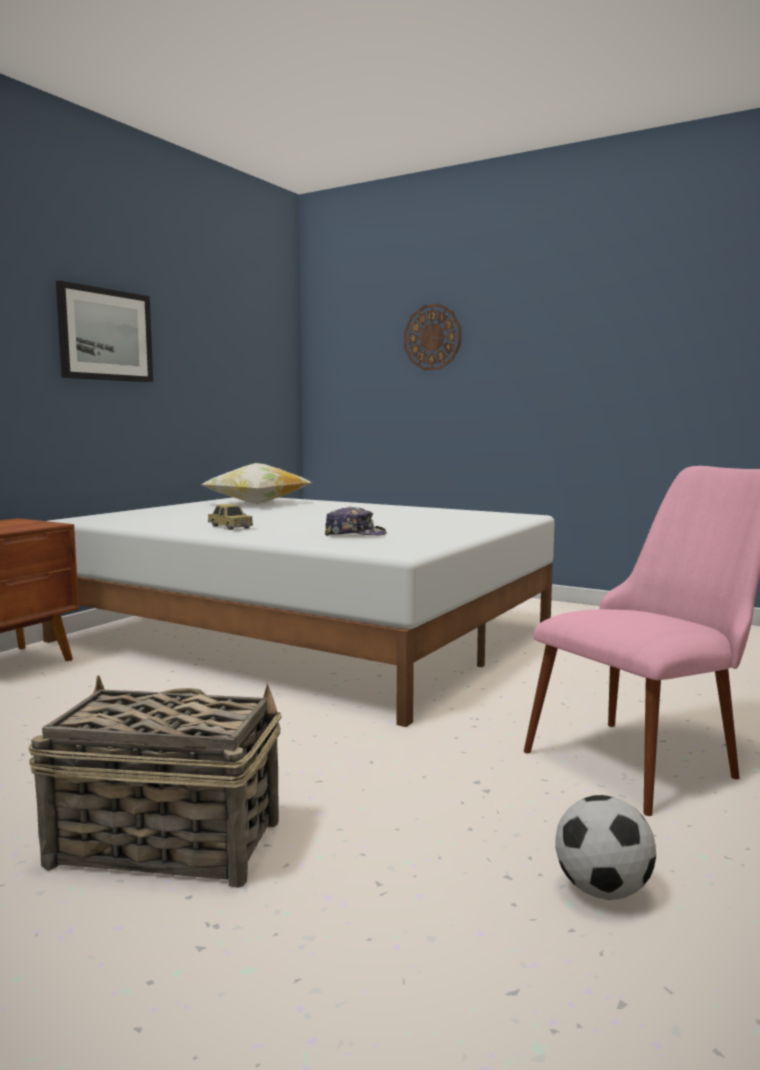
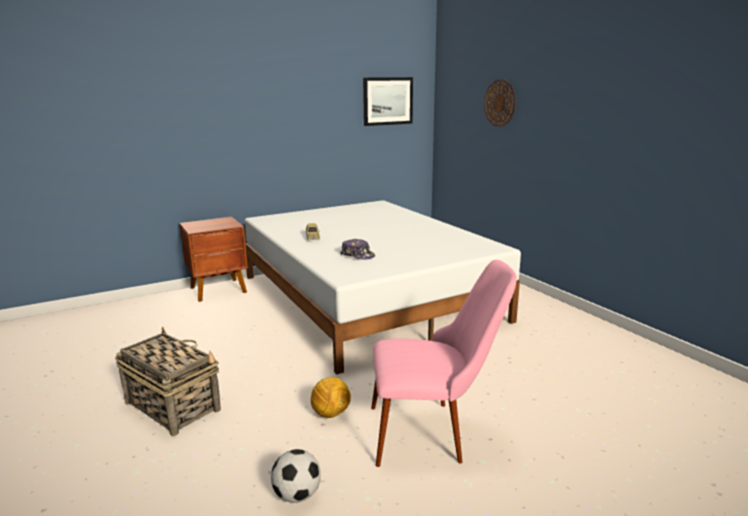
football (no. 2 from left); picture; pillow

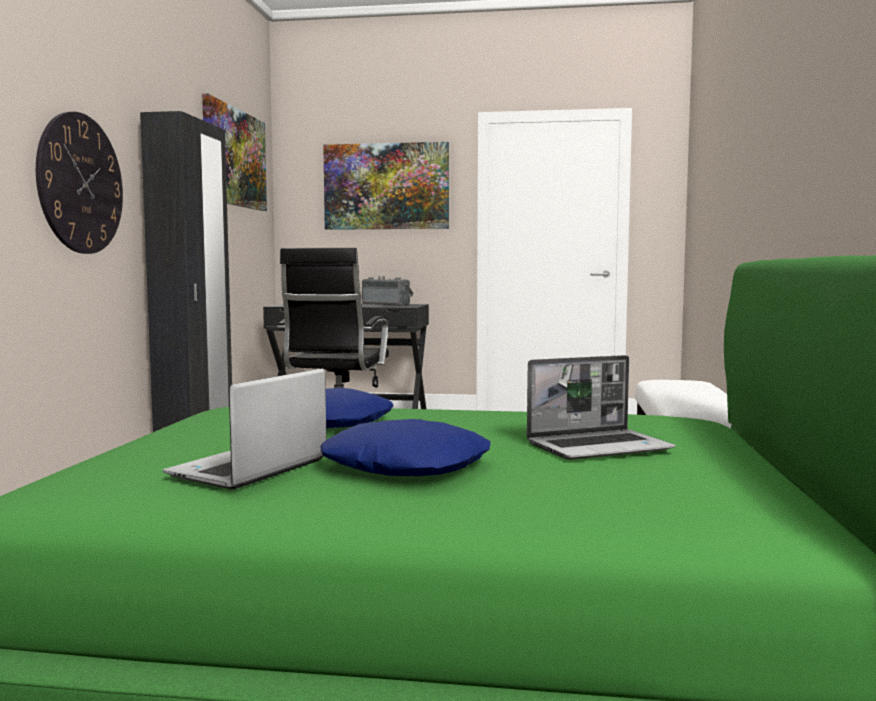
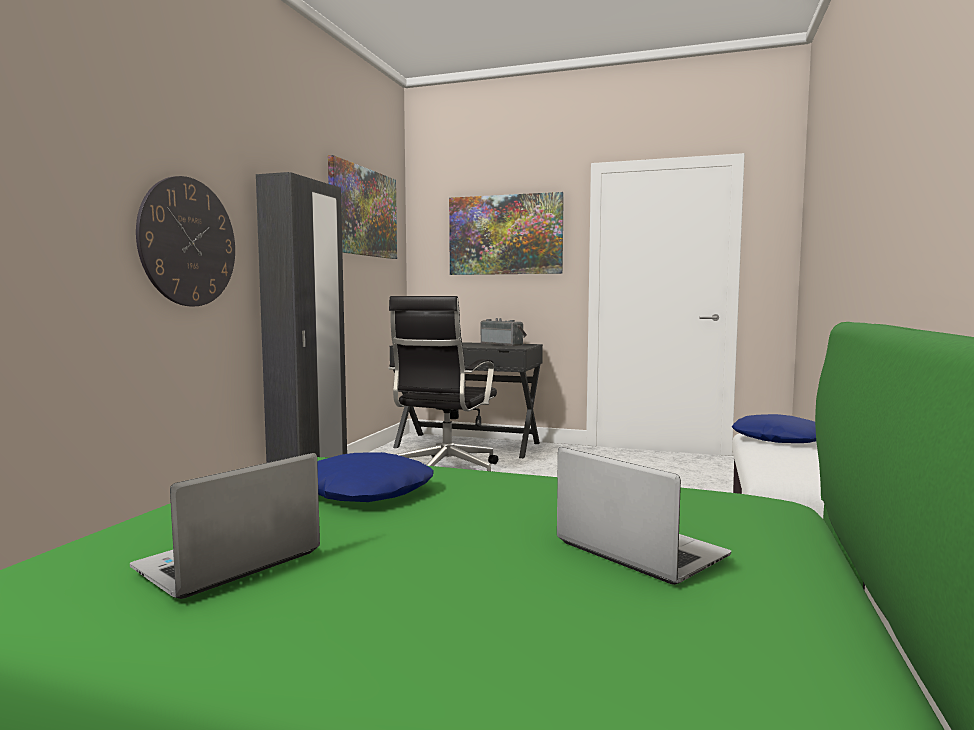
laptop (no. 2 from left); blue_pillow (no. 2 from left)

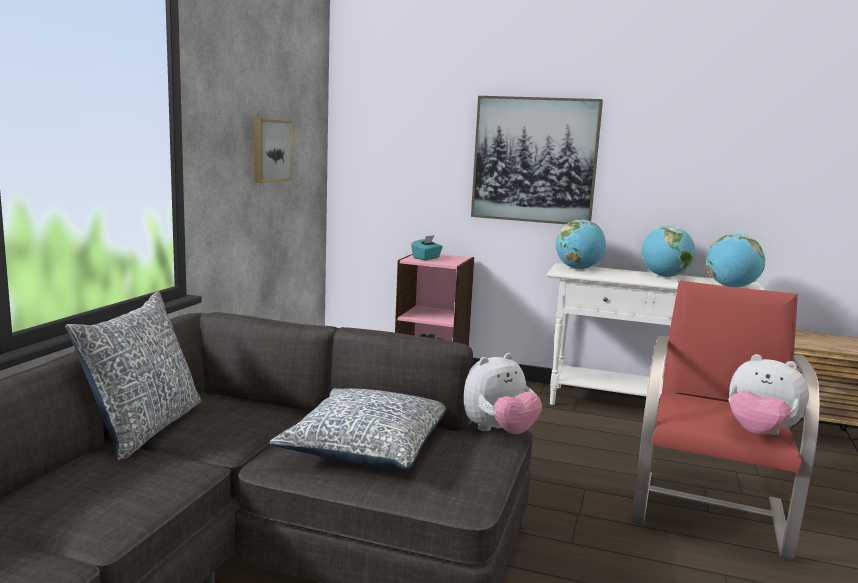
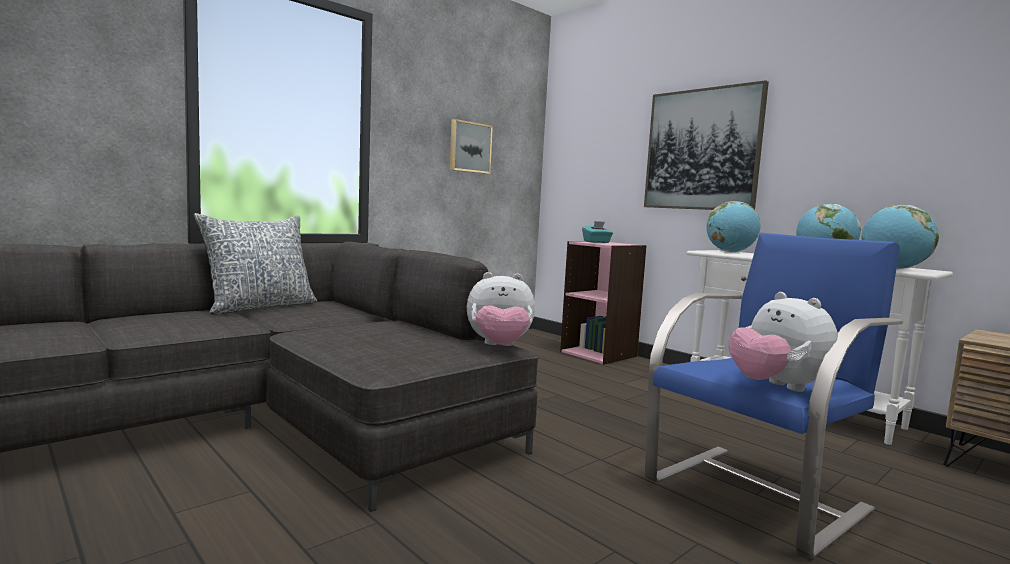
blue_armchair; pillow (no. 2 from left in the first image)

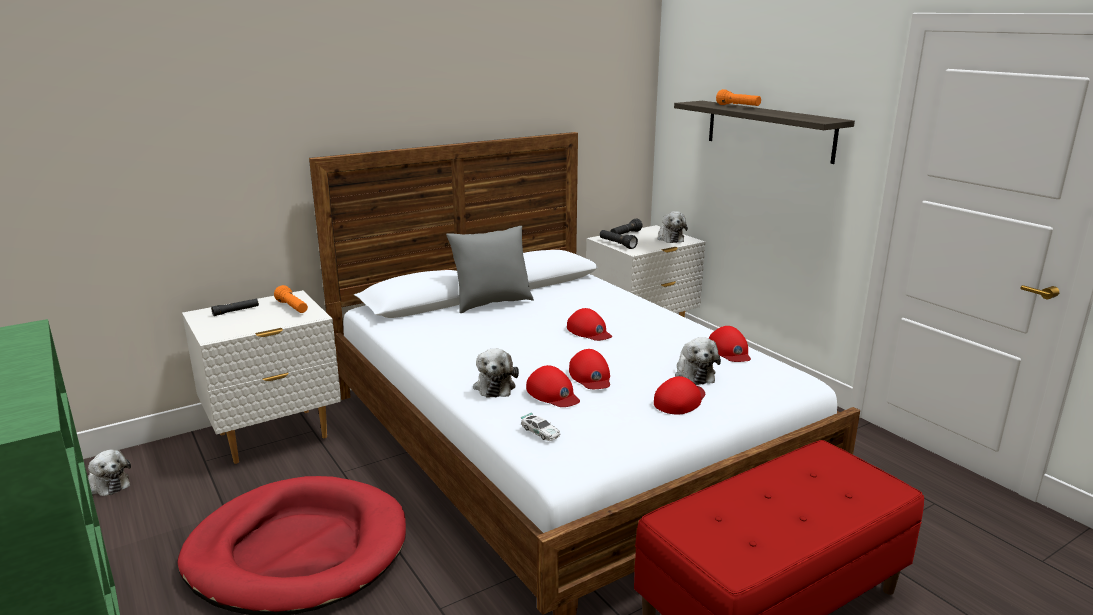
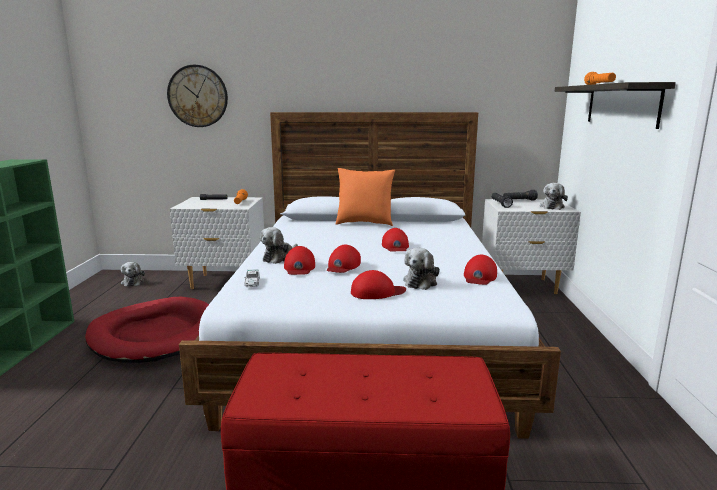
wall_clock; orange_pillow

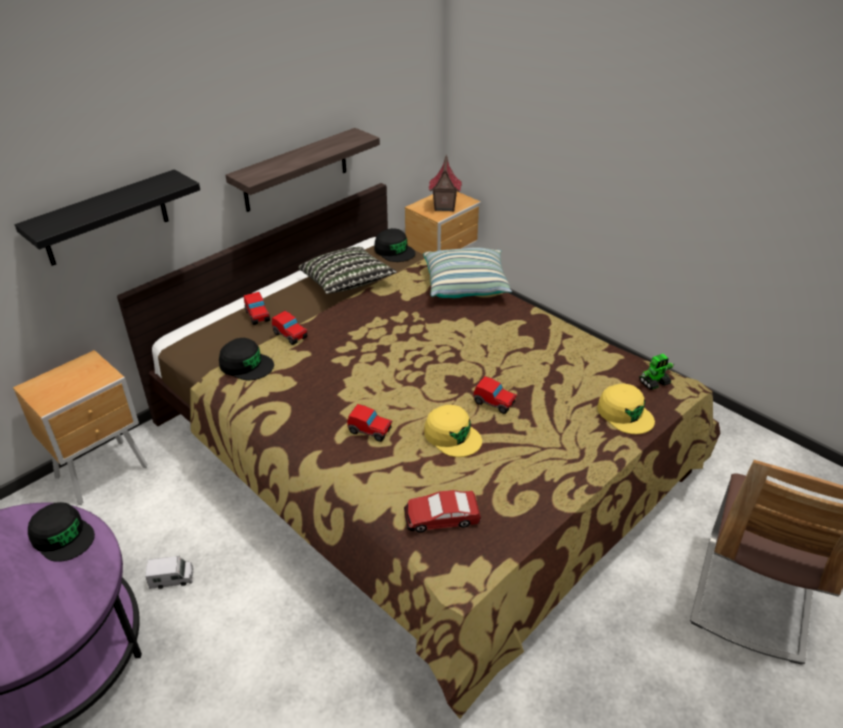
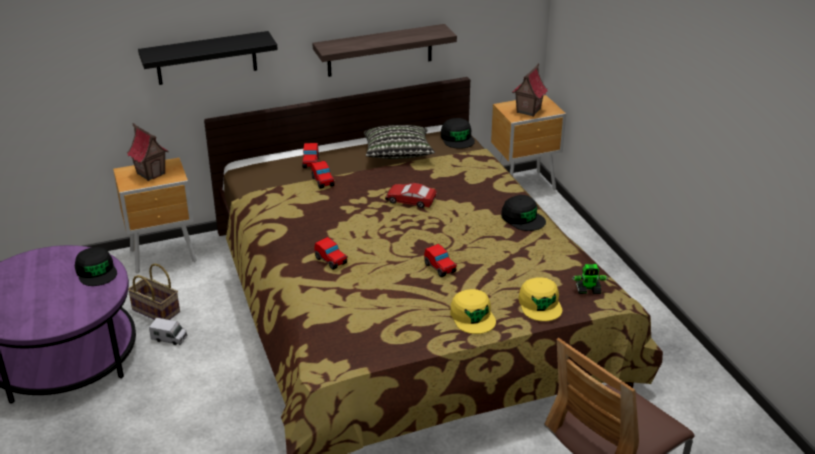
toy_house (no. 1 from left); basket; toy_car (no. 4 from left); yellow_cap (no. 1 from left); black_cap (no. 3 from left); pillow (no. 2 from left in the first image)

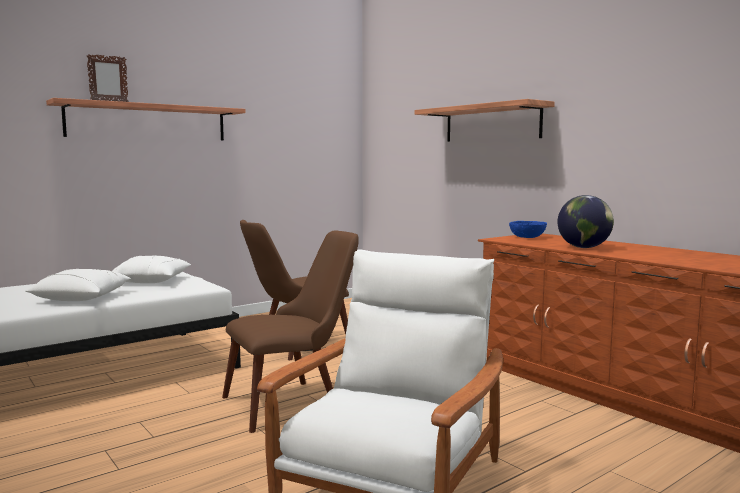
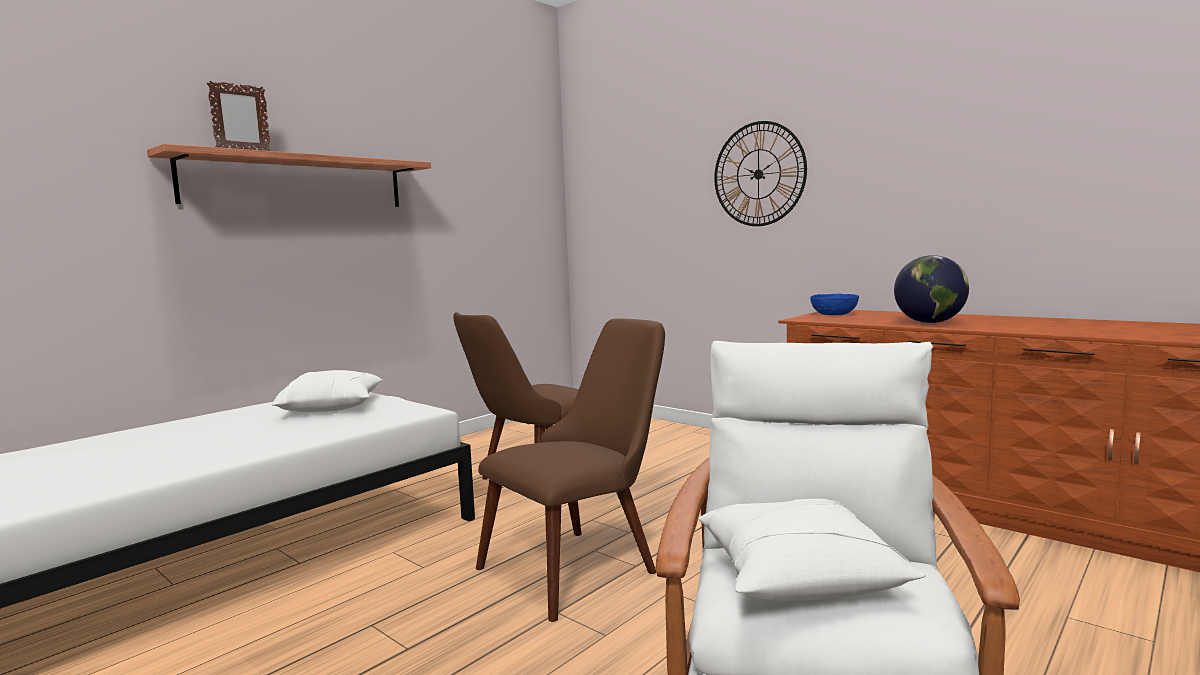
white_pillow (no. 2 from left); wall_clock

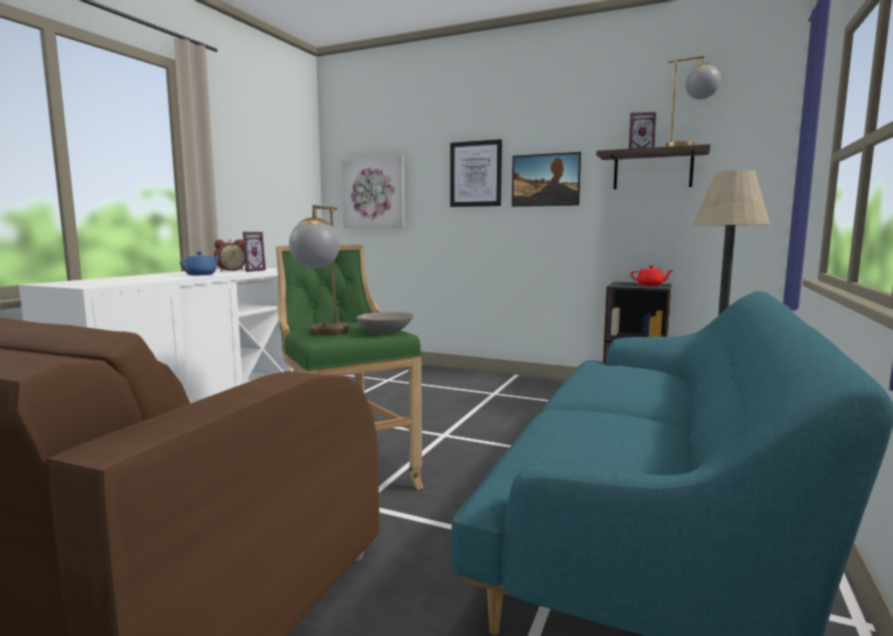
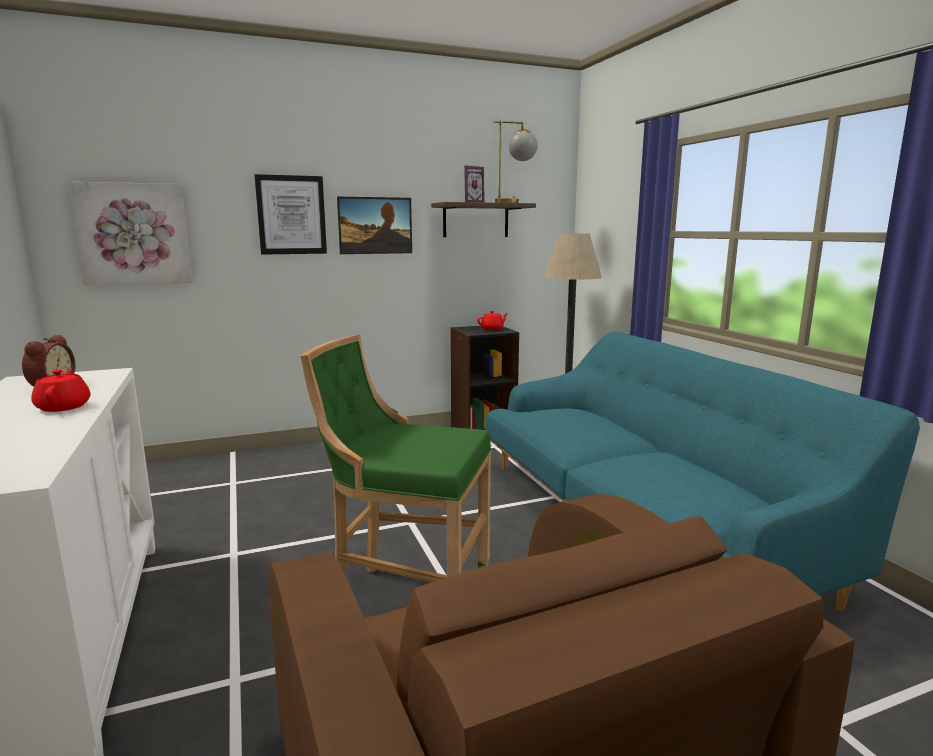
red_teapot (no. 1 from left); picture_frame (no. 1 from left in the first image); table_lamp (no. 1 from left in the first image); grey_bowl

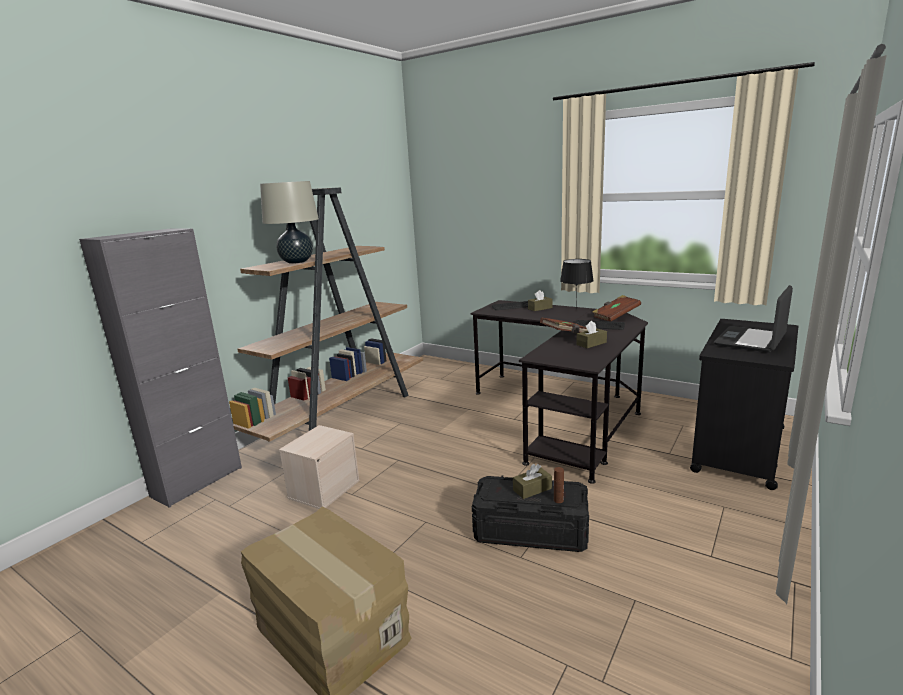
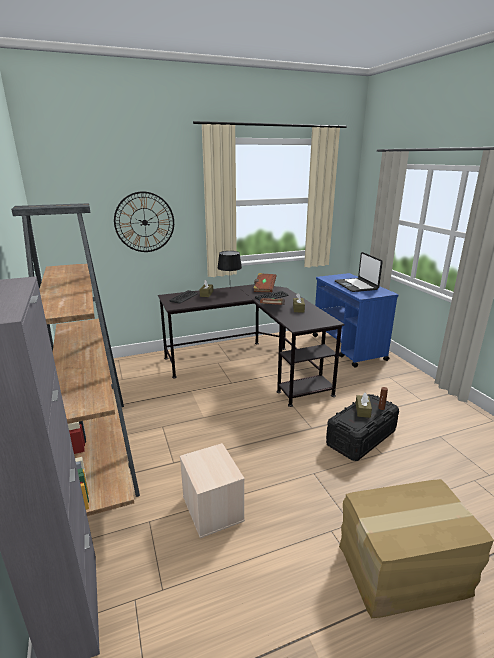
wall_clock; blue_cart; beige_table_lamp

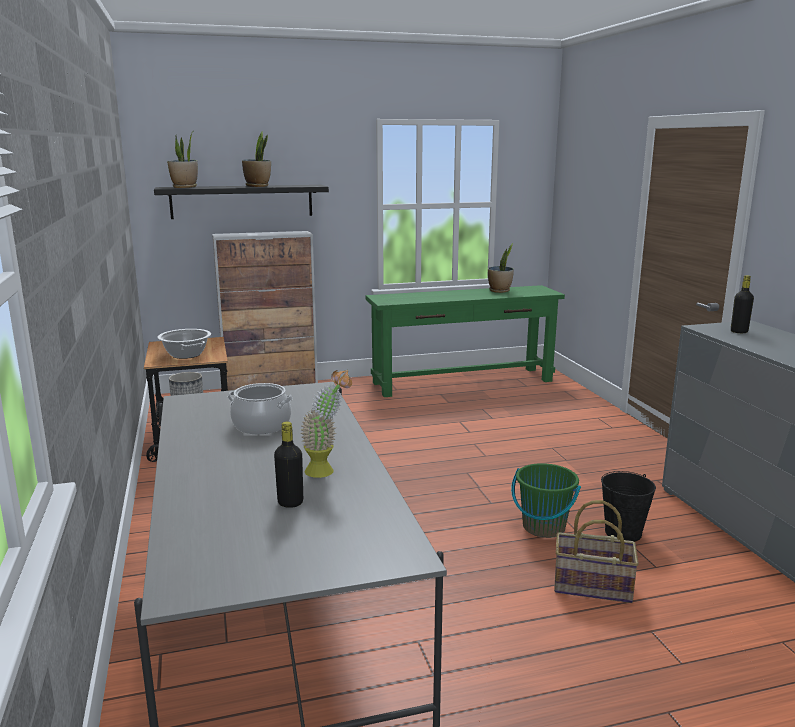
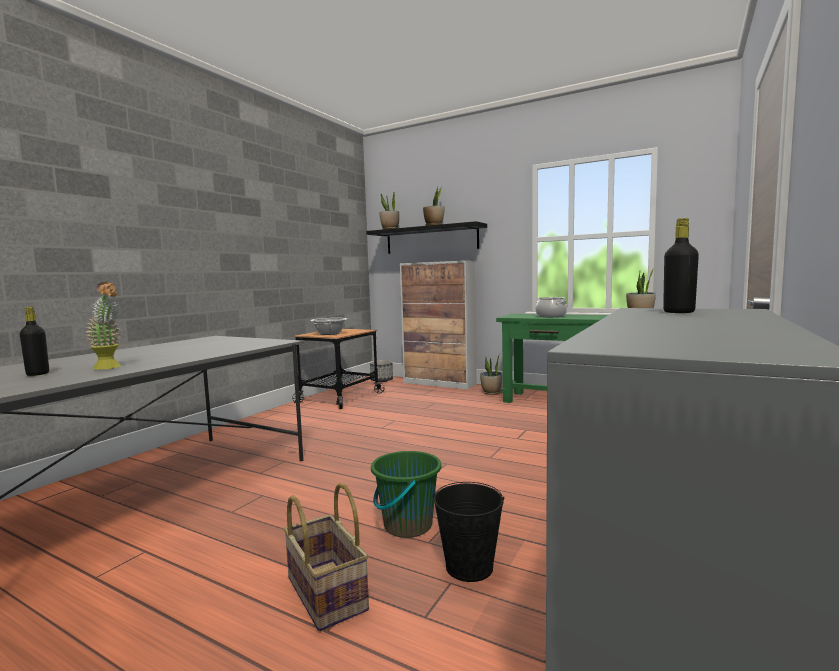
potted_plant (no. 4 from left); cooking_pot (no. 2 from left)

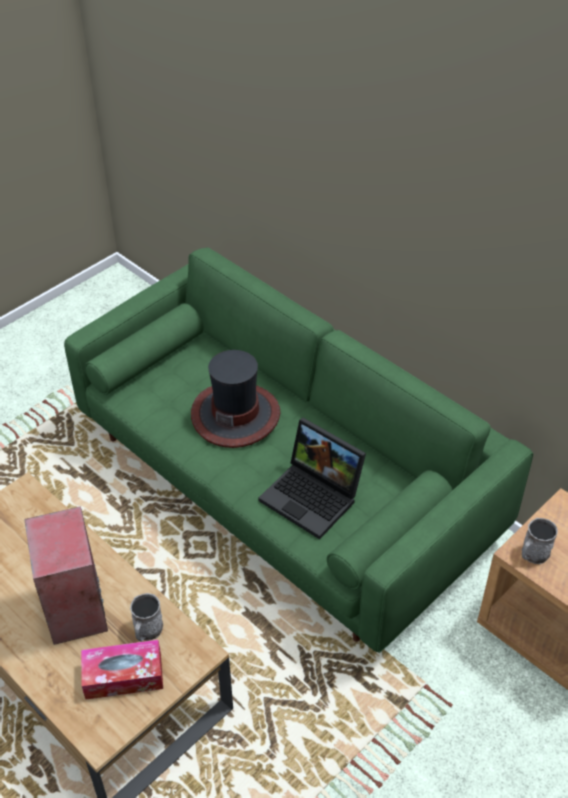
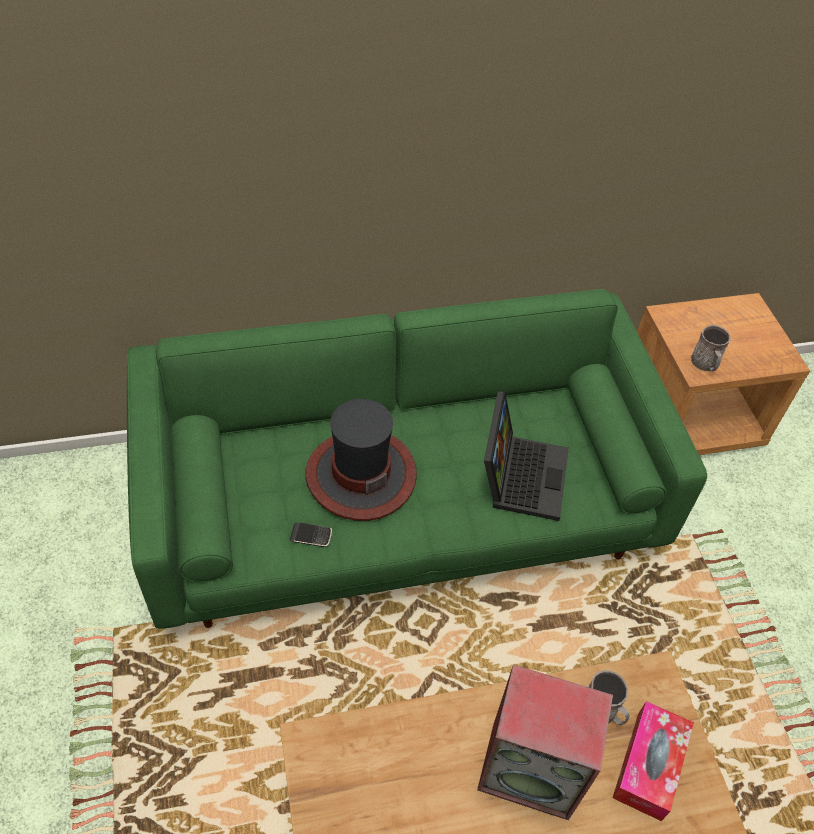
phone; laptop

